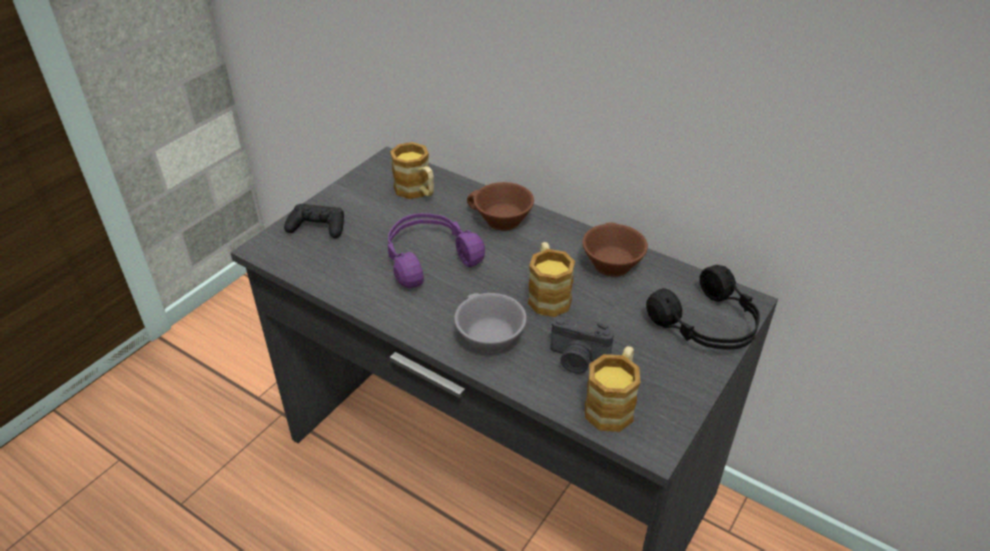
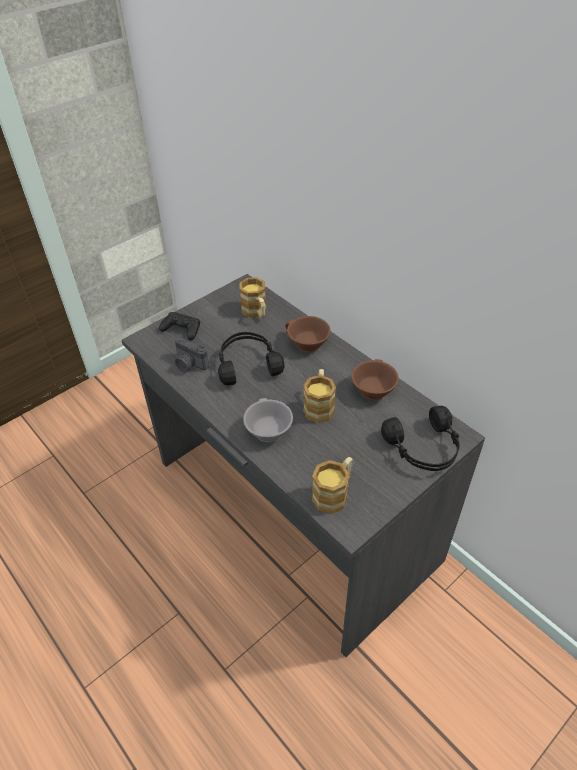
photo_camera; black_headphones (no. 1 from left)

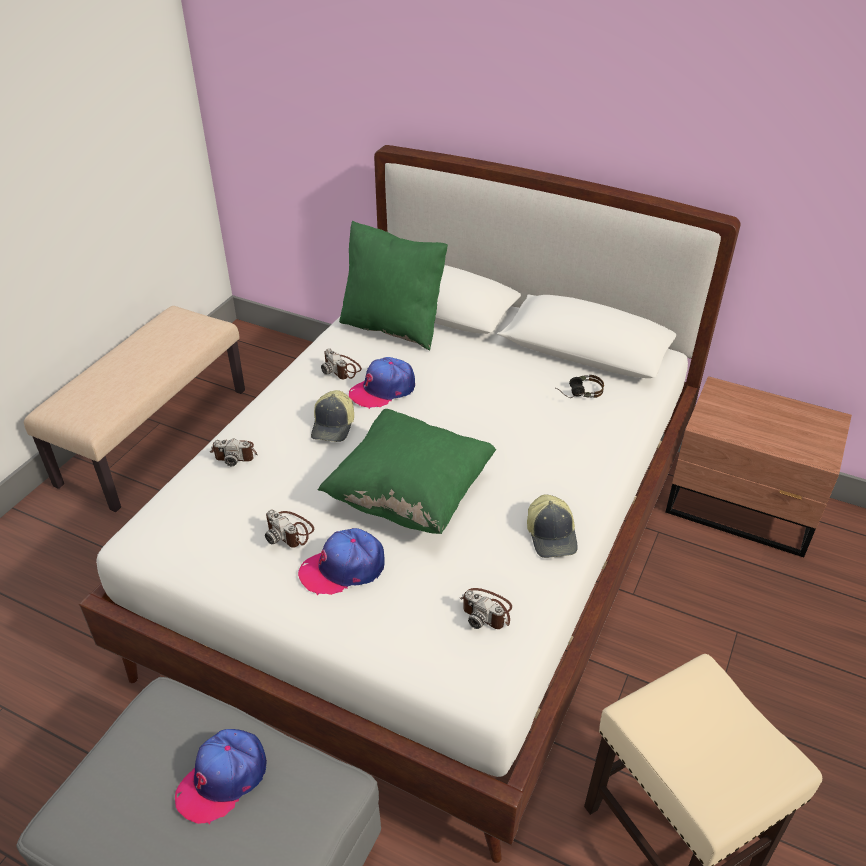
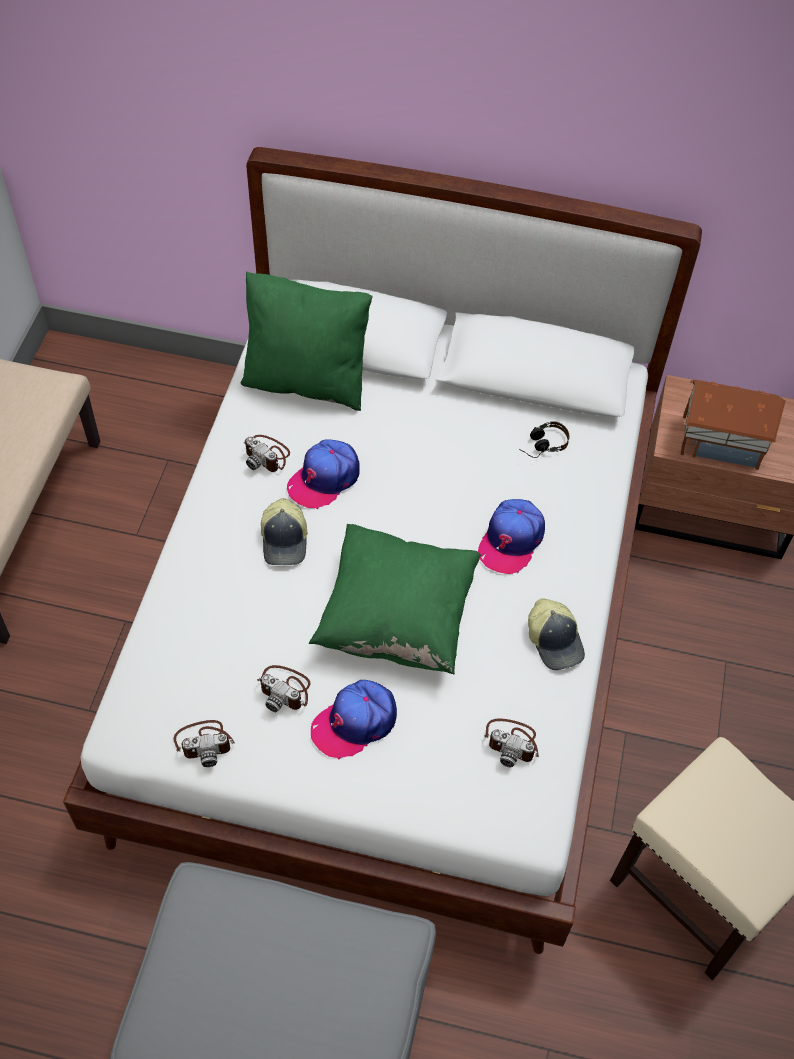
photo_camera (no. 1 from left); cap (no. 4 from left); toy_house

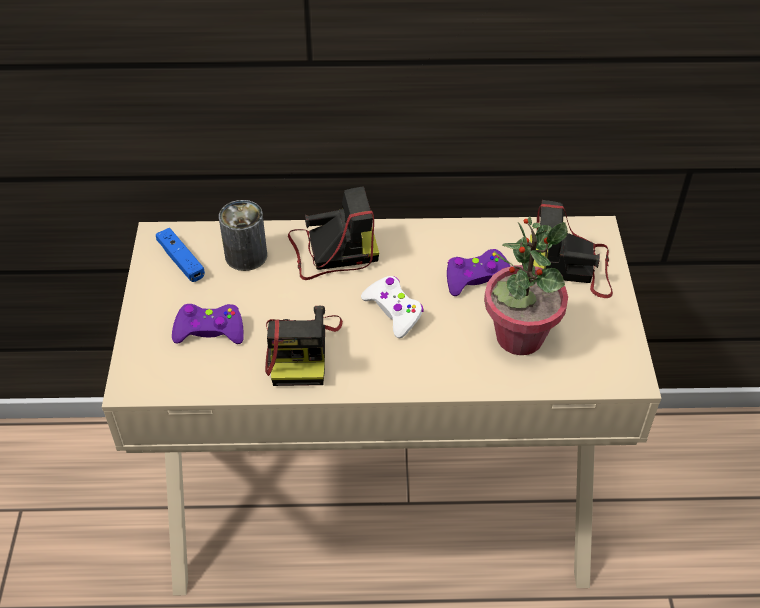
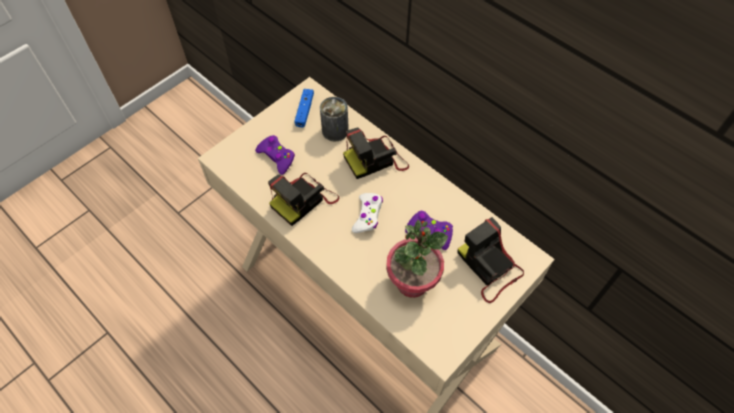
photo_camera (no. 2 from left)

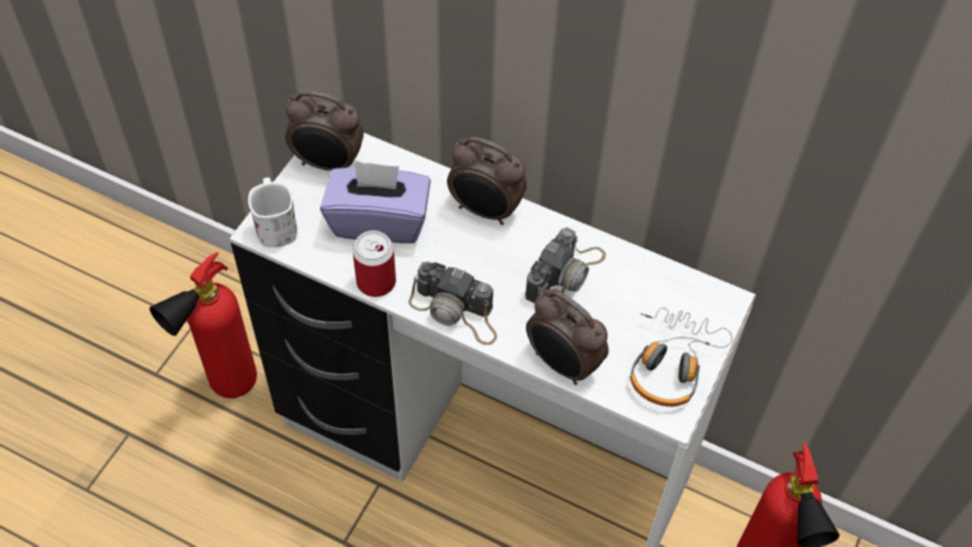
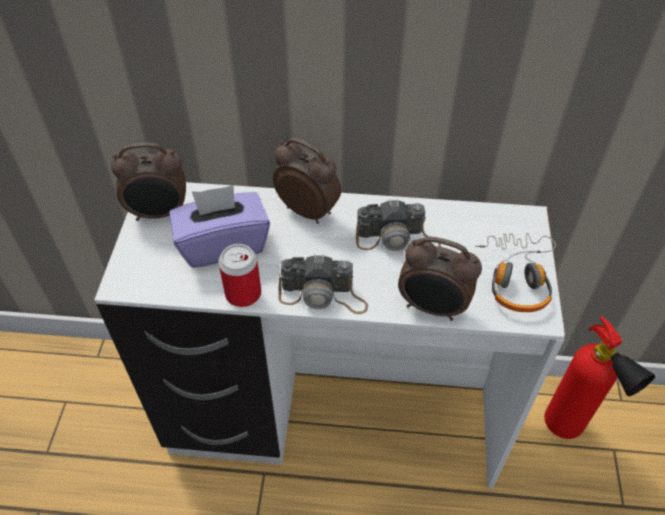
alarm_clock (no. 2 from left); photo_camera (no. 2 from left); fire_extinguisher (no. 1 from left in the first image); white_mug

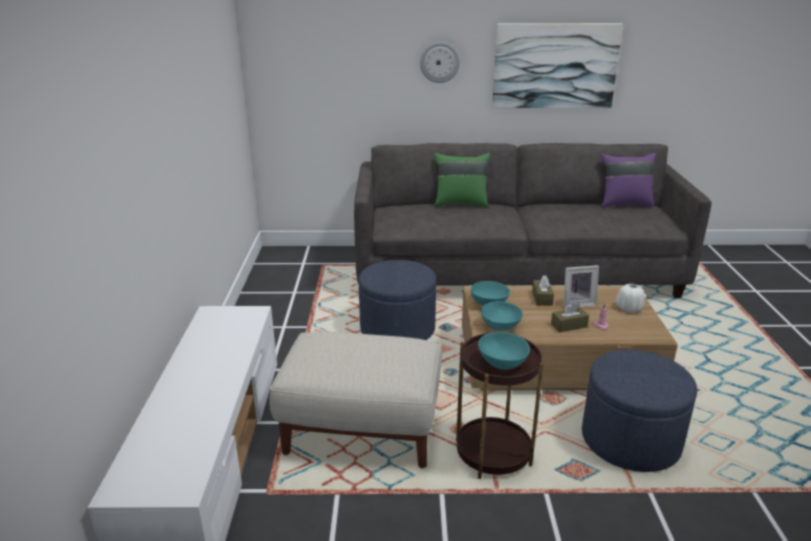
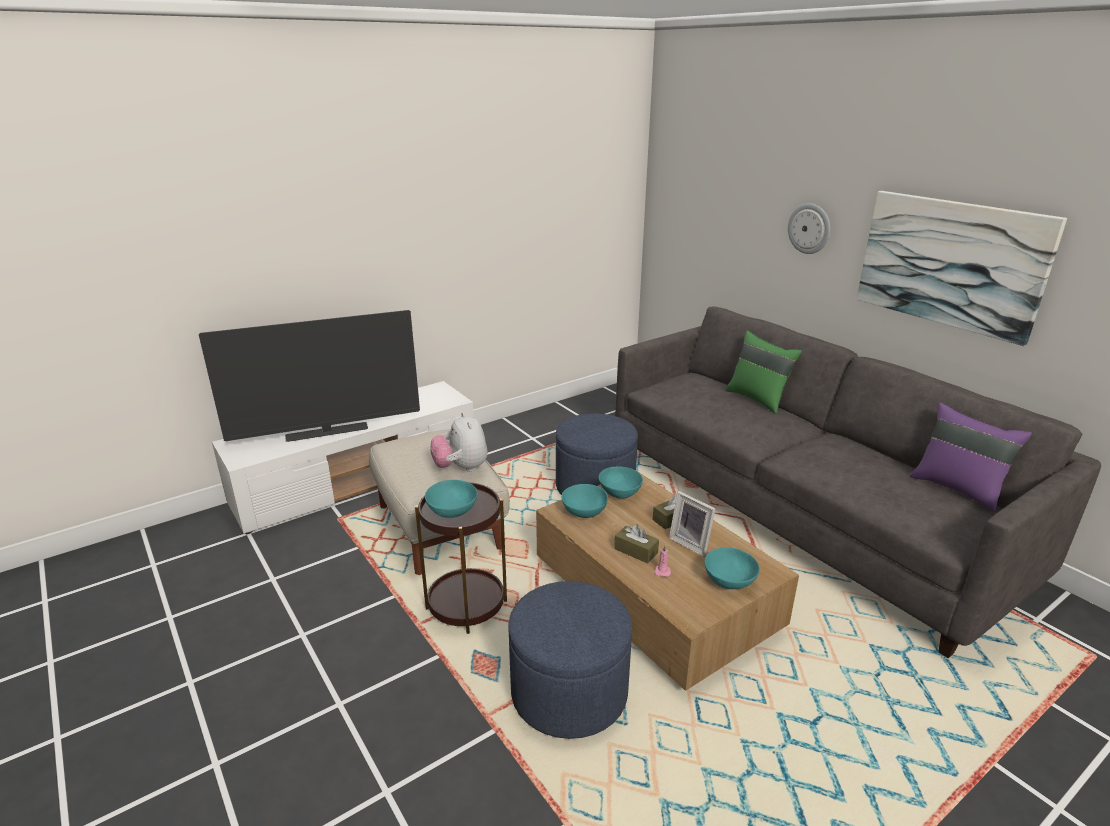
television; plush_toy; turquoise_bowl (no. 4 from left)

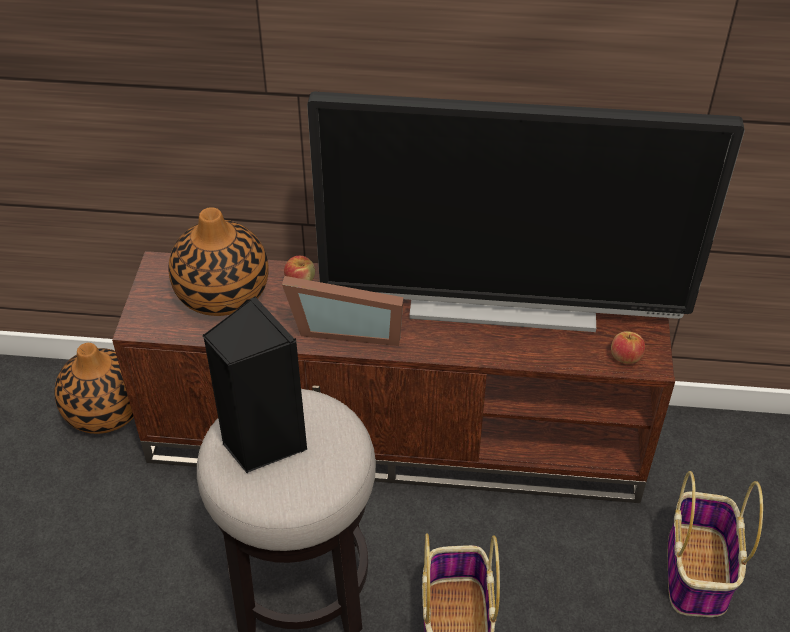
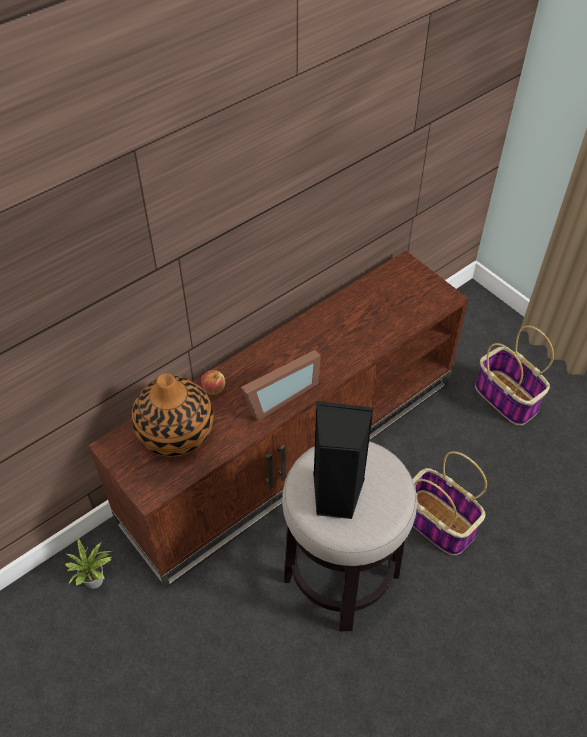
potted_plant; television; apple (no. 2 from left in the first image)

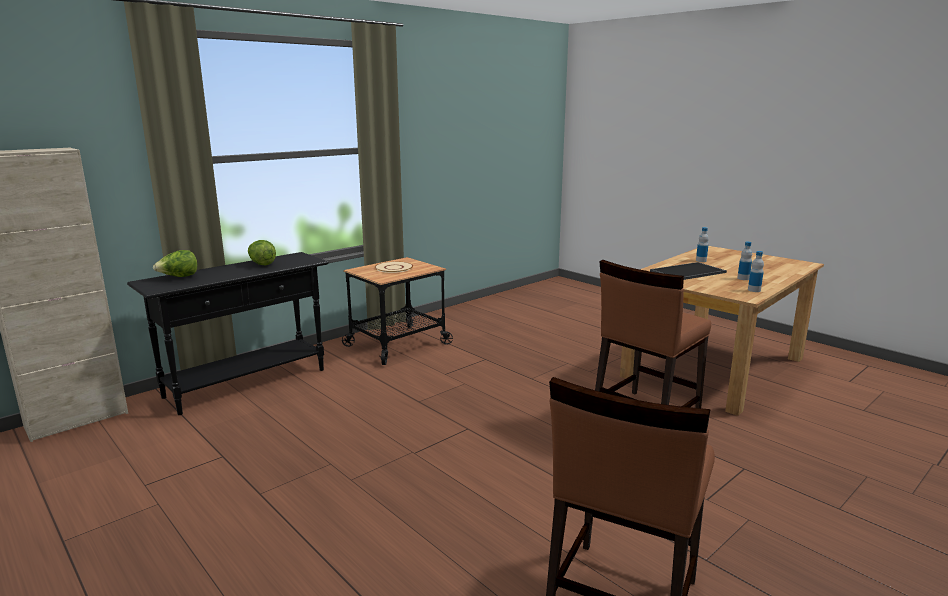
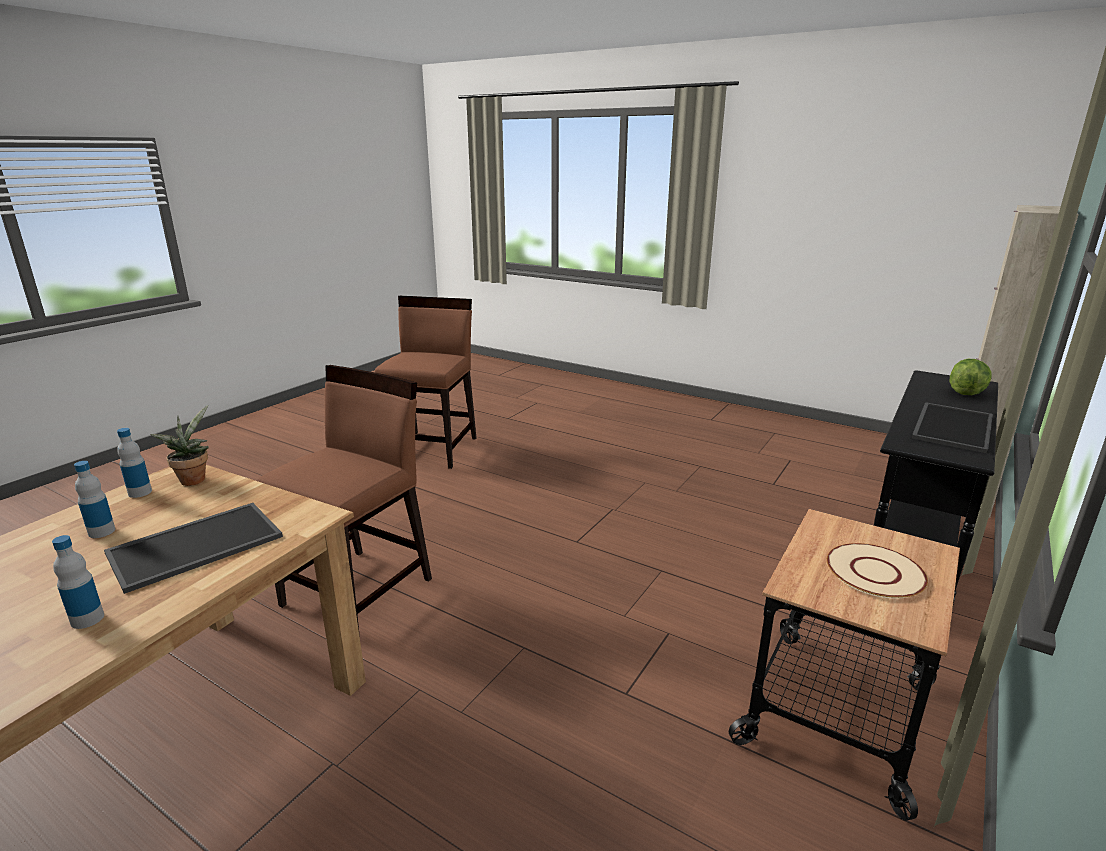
potted_plant; tray (no. 2 from left)

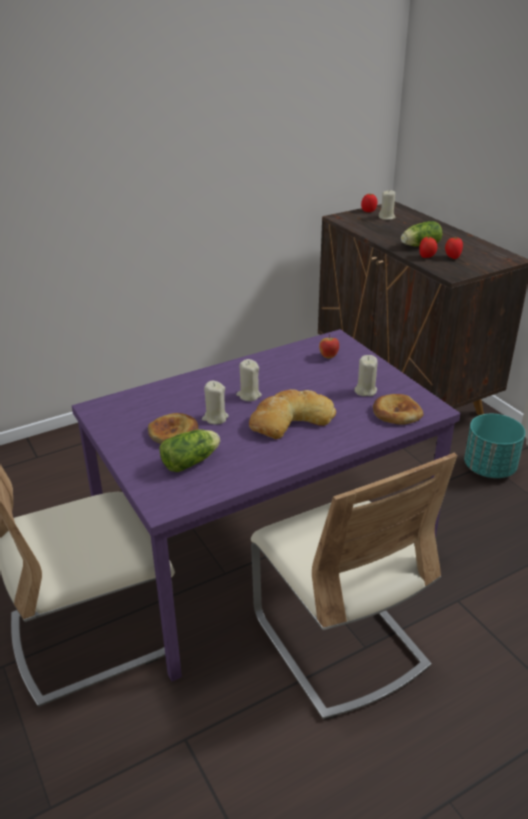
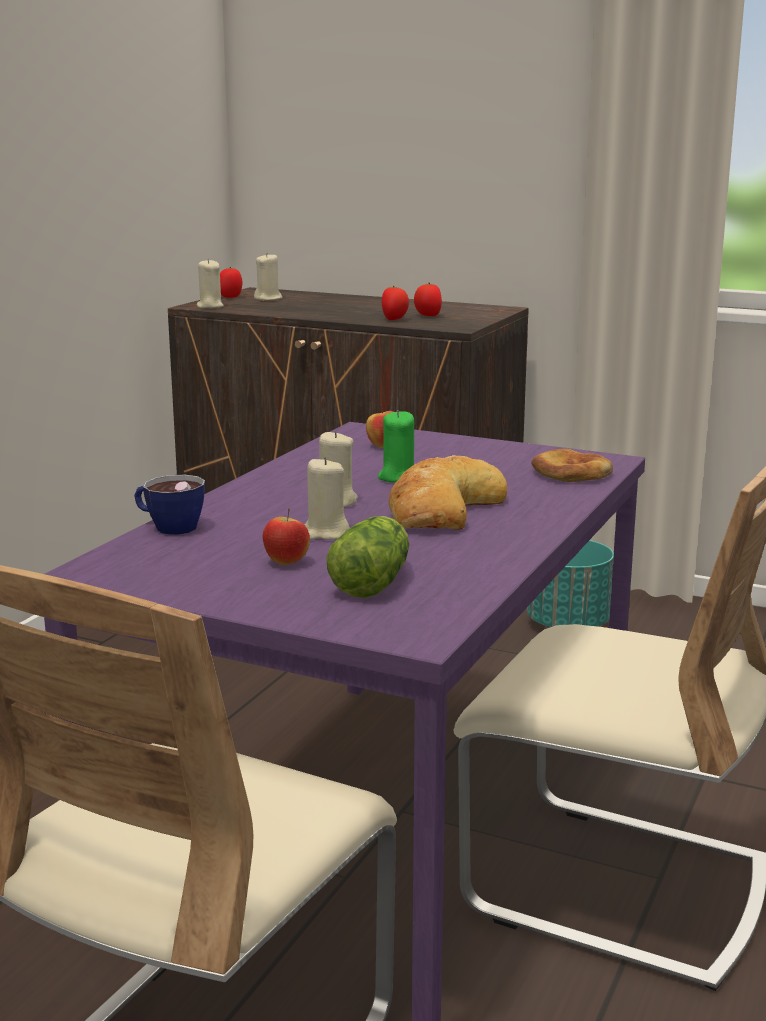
cup; beige_candle (no. 1 from left); apple (no. 1 from left); green_candle; lettuce (no. 2 from left in the first image)

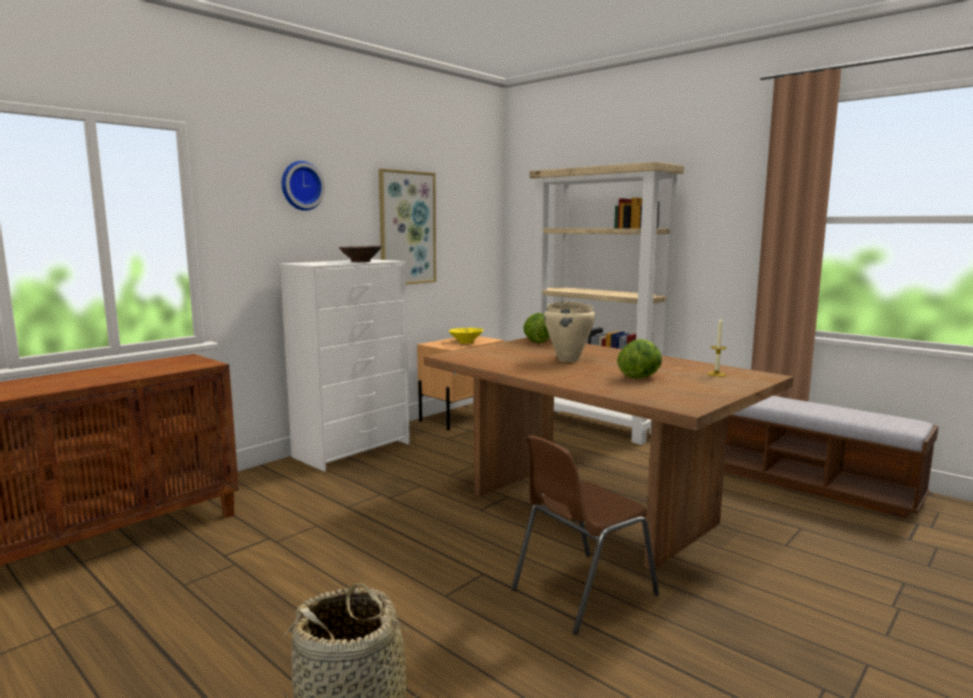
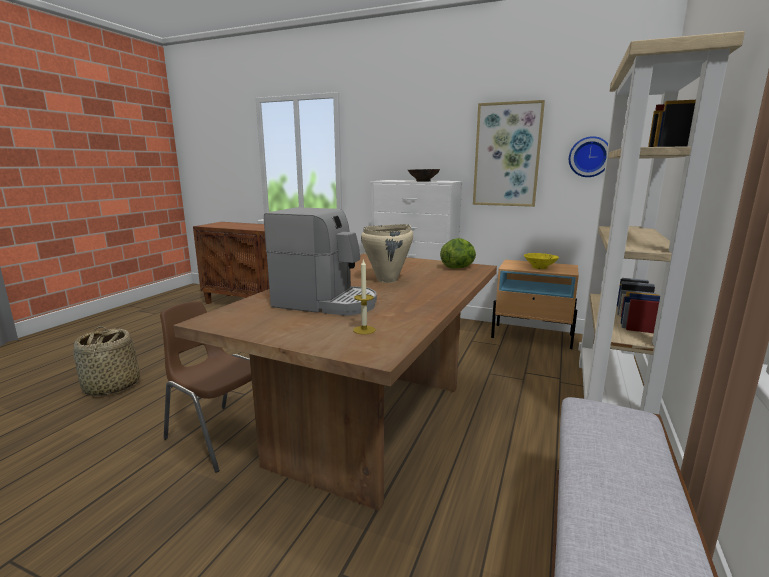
coffee_machine; wall_clock

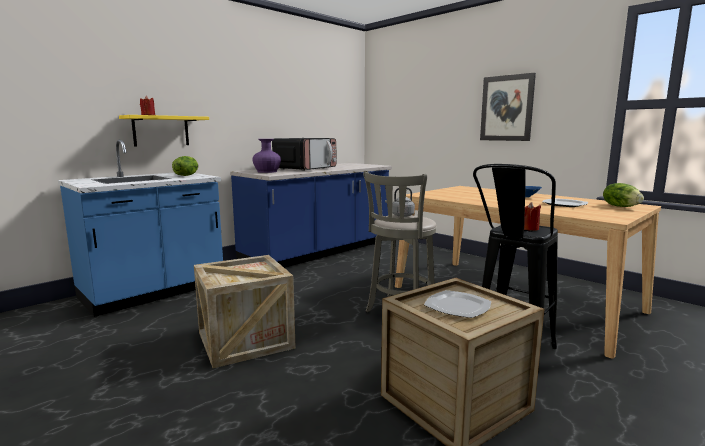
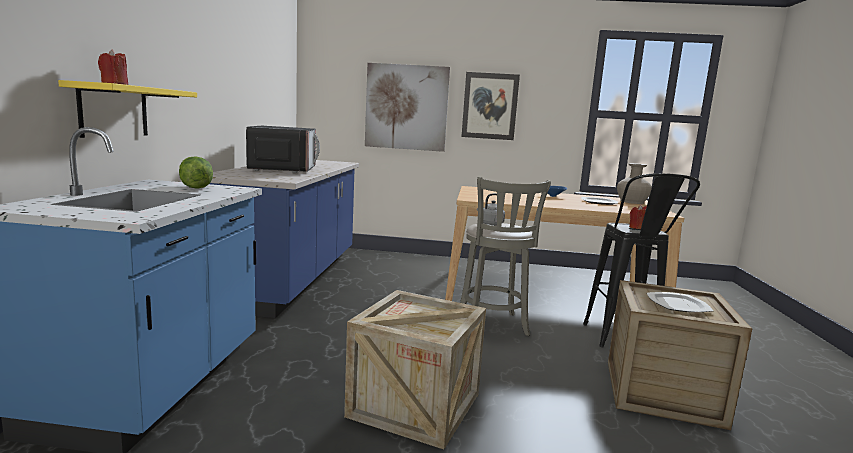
picture (no. 1 from left); beige_vase; purple_vase

